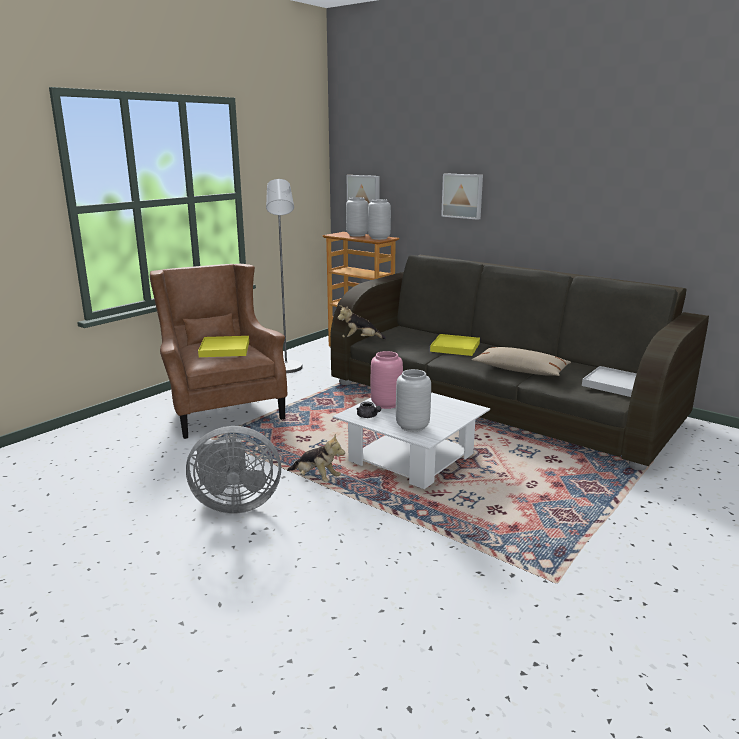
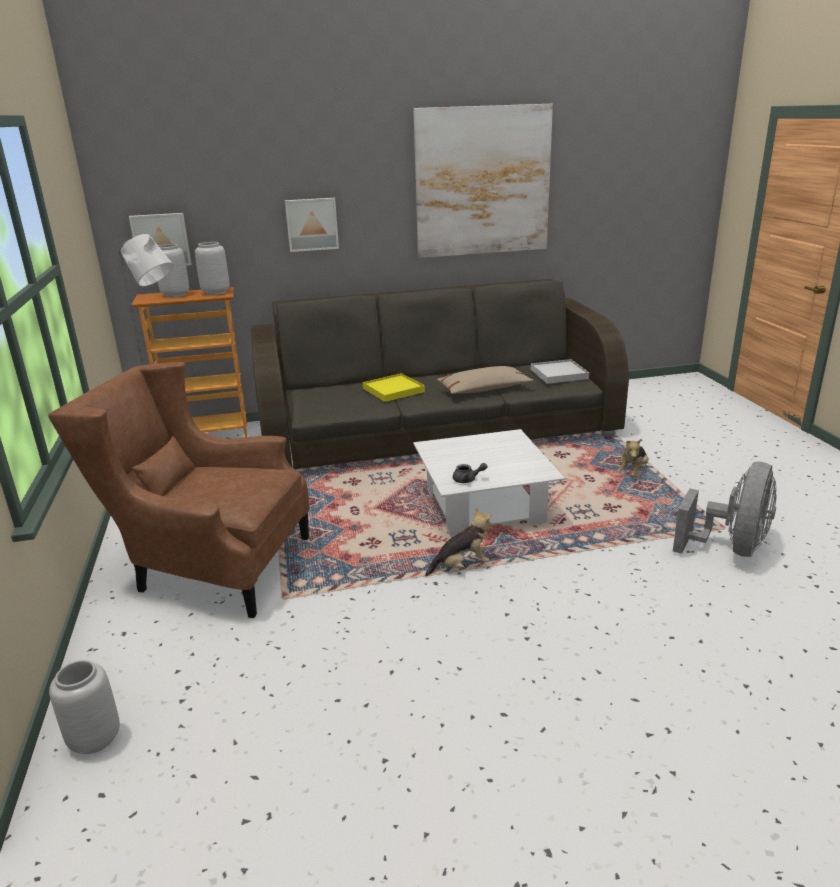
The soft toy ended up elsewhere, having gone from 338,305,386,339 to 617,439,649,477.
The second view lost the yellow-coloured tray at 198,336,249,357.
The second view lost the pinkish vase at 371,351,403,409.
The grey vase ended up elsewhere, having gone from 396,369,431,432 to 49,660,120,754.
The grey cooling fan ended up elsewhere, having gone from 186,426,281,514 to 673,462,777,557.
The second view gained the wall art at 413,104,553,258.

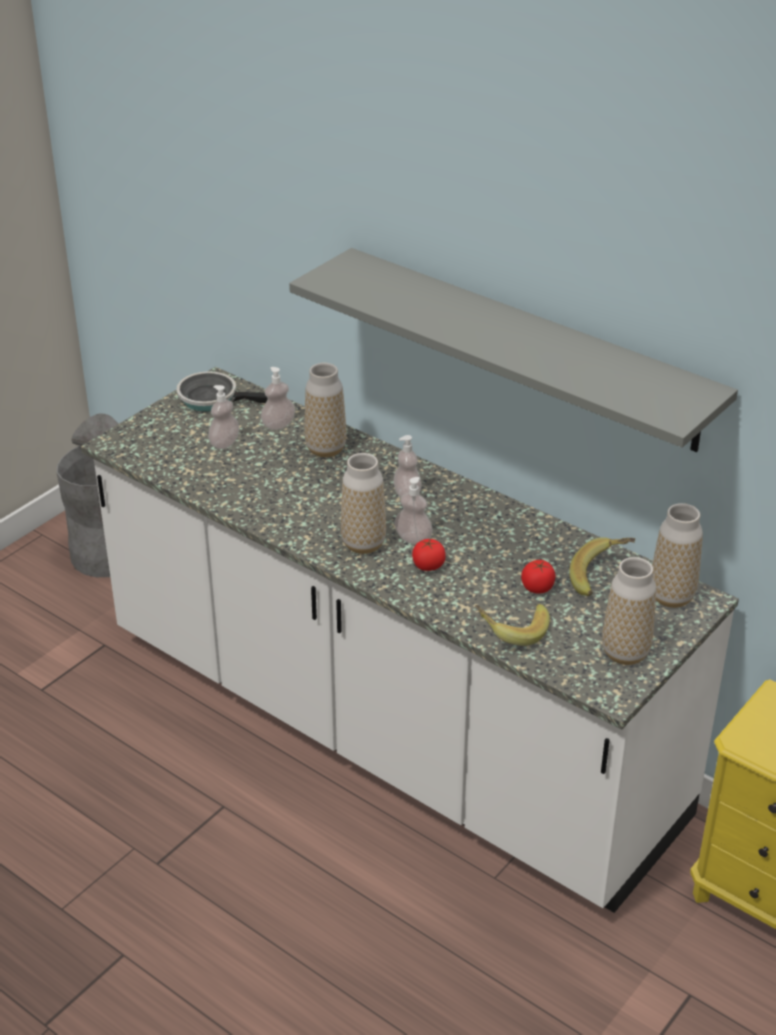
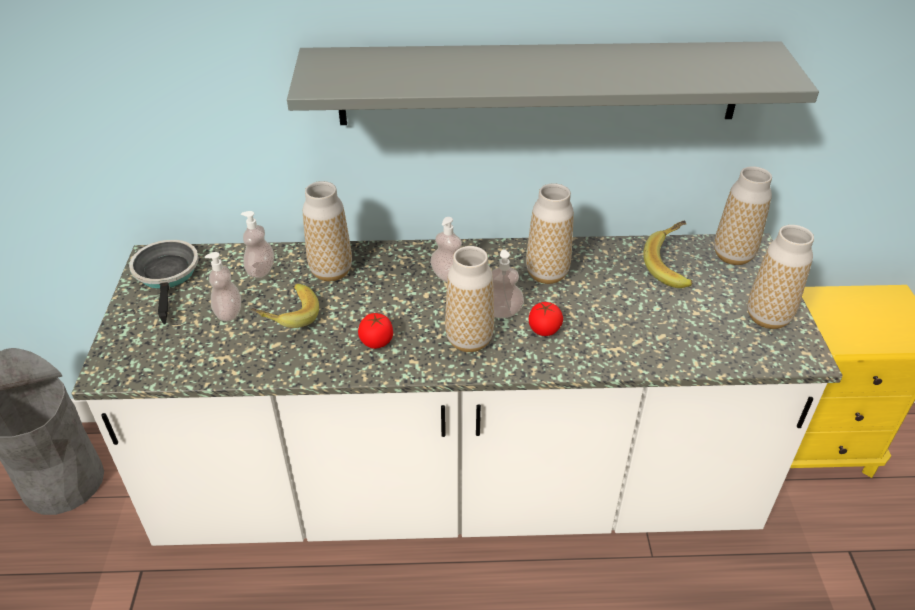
The pan at 176,371,267,411 ended up facing another way, 105 degrees clockwise from before.
The fresh tomato ended up elsewhere, having gone from 521,560,556,594 to 358,313,393,349.
The whole banana ended up elsewhere, having gone from 475,604,550,646 to 251,284,319,328.
The second view gained the vase at 526,183,574,284.

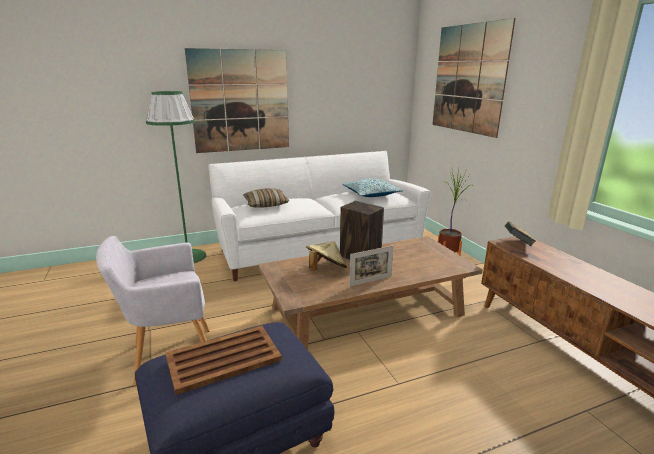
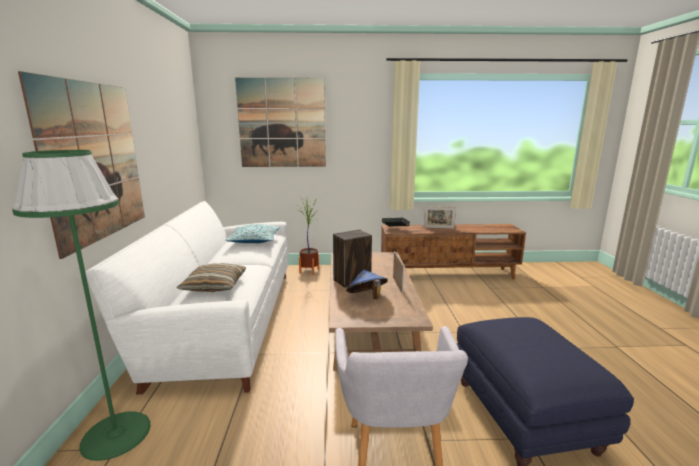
What was the beige hat at 306,242,347,271 turned into the bluish hat at 346,270,388,299.
The second view lost the brown-coloured tray at 165,325,282,395.
The second view gained the standing frame at 424,206,456,229.

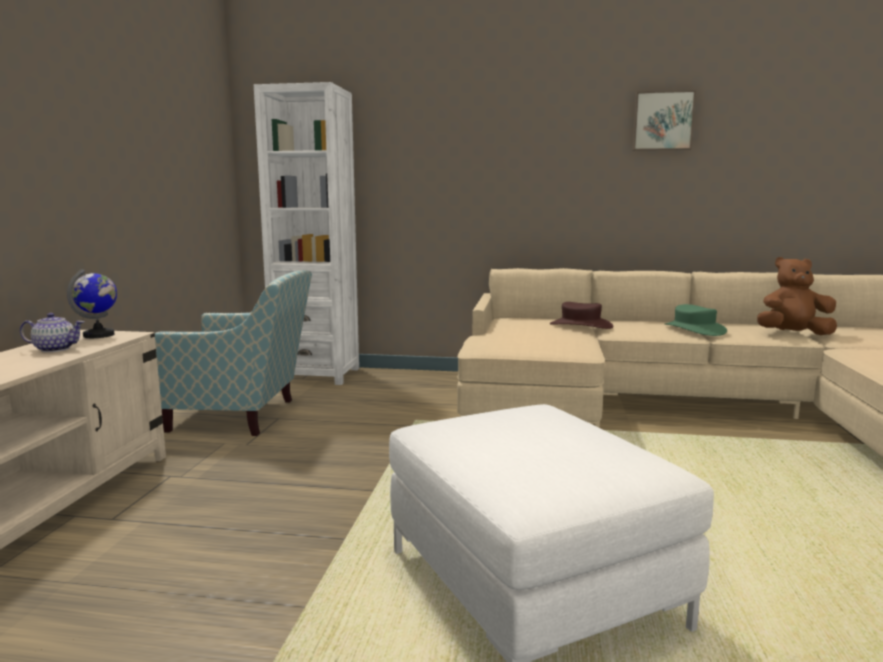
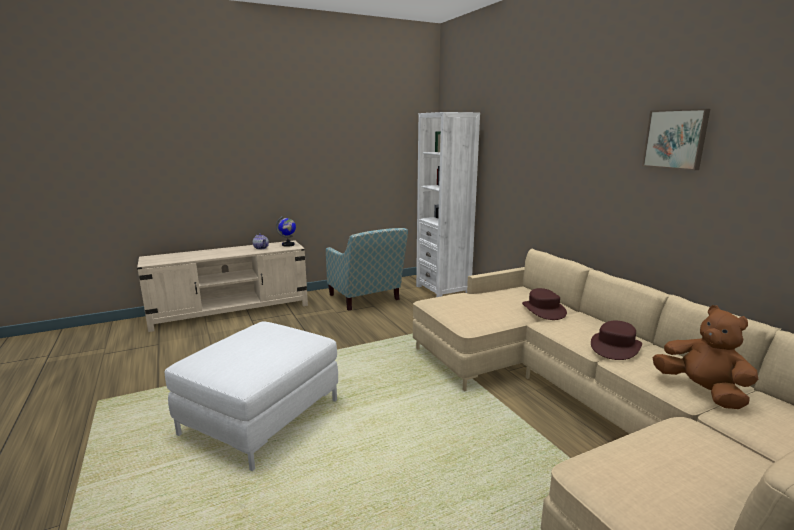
What was the green-coloured hat at 665,304,727,336 turned into the brown-coloured hat at 591,321,642,360.

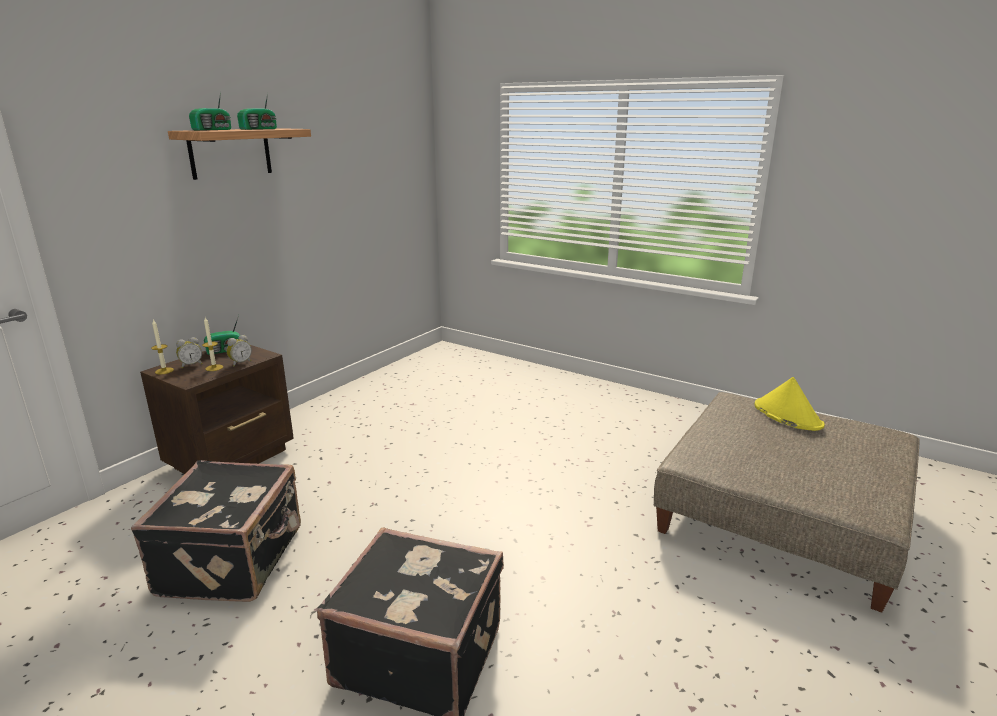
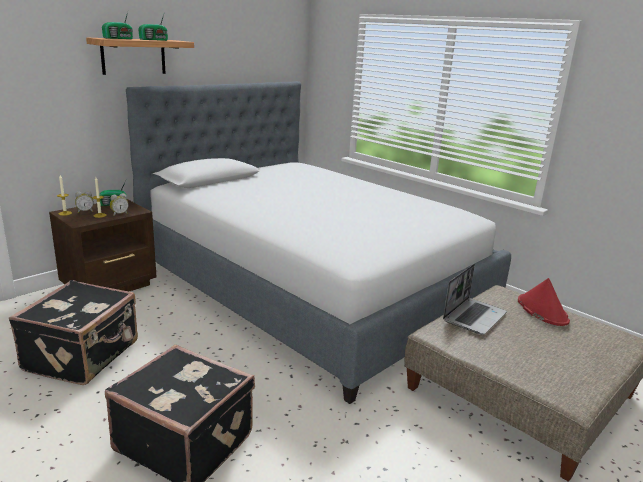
What was the yellow-coloured hat at 754,377,825,431 turned into the reddish hat at 518,278,570,326.
The second view gained the bed at 126,81,511,404.
The second view gained the notebook computer at 443,264,507,335.

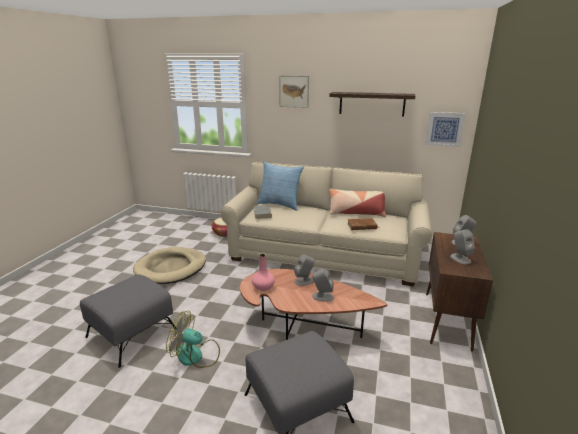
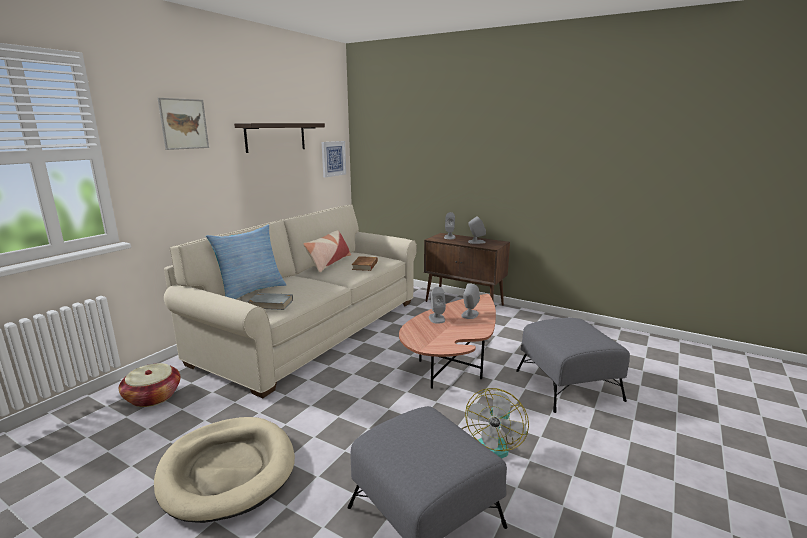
The second view lost the pinkish vase at 252,254,275,291.

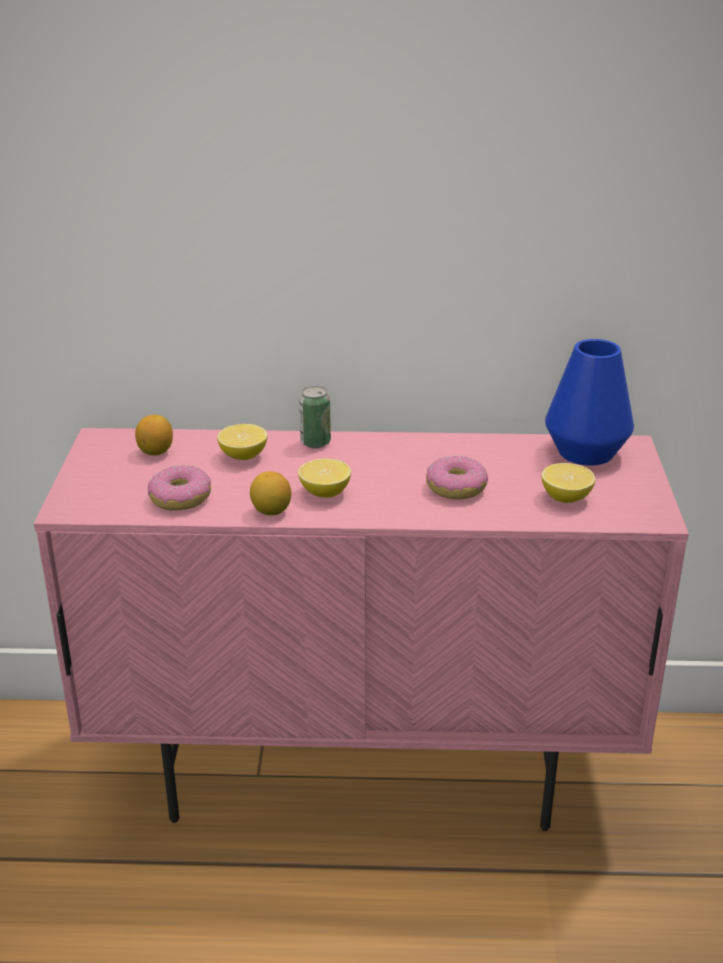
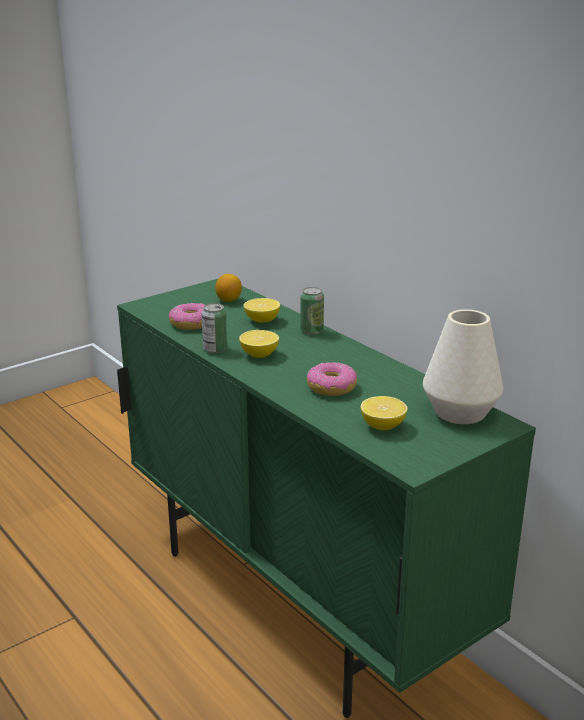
What was the bluish vase at 545,339,634,466 turned into the white-coloured vase at 423,309,503,424.
What was the pinkish cupboard at 34,428,689,831 turned into the green-coloured cupboard at 117,279,536,718.
Where the citrus fruit stood at 250,471,292,515, the metal can came to stand at 201,303,227,353.

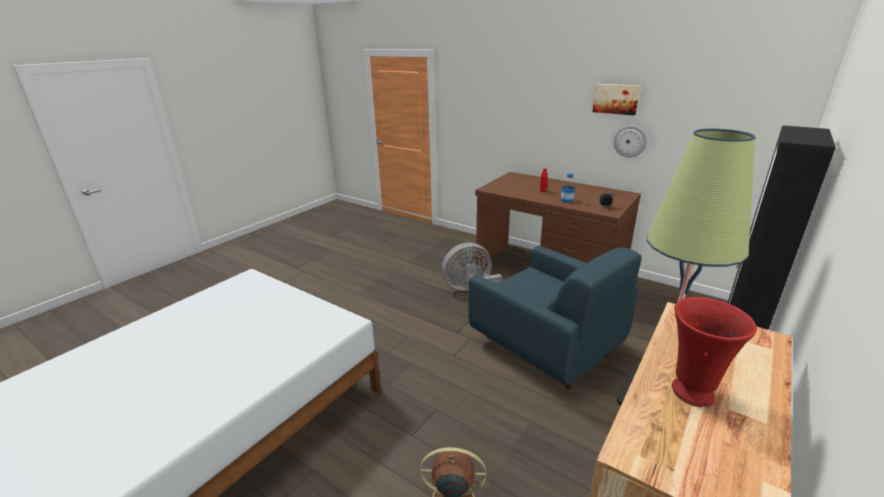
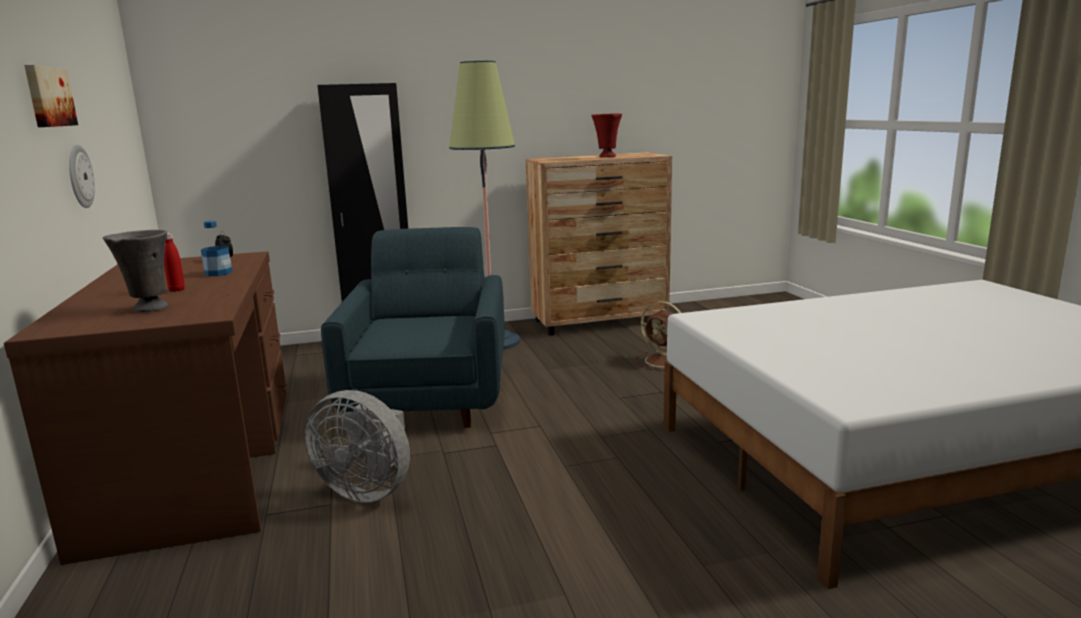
The second view gained the grey vase at 103,230,169,312.

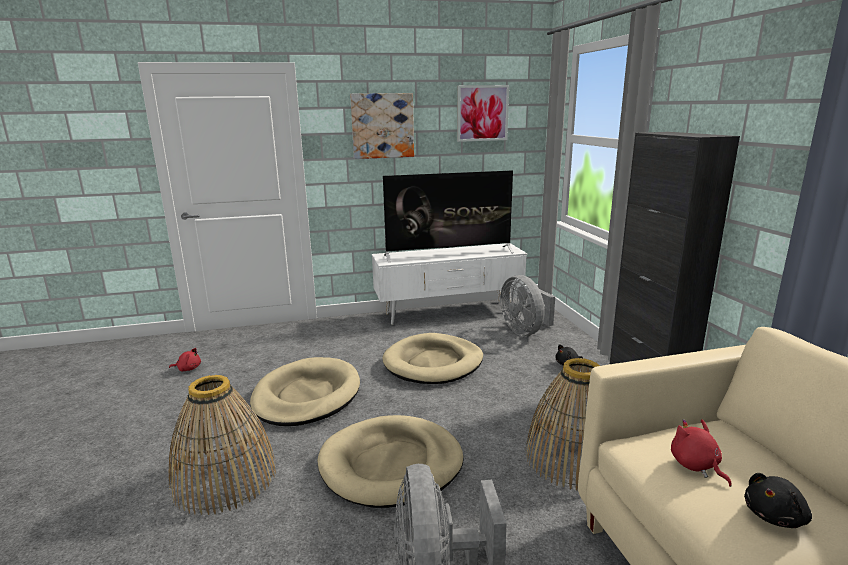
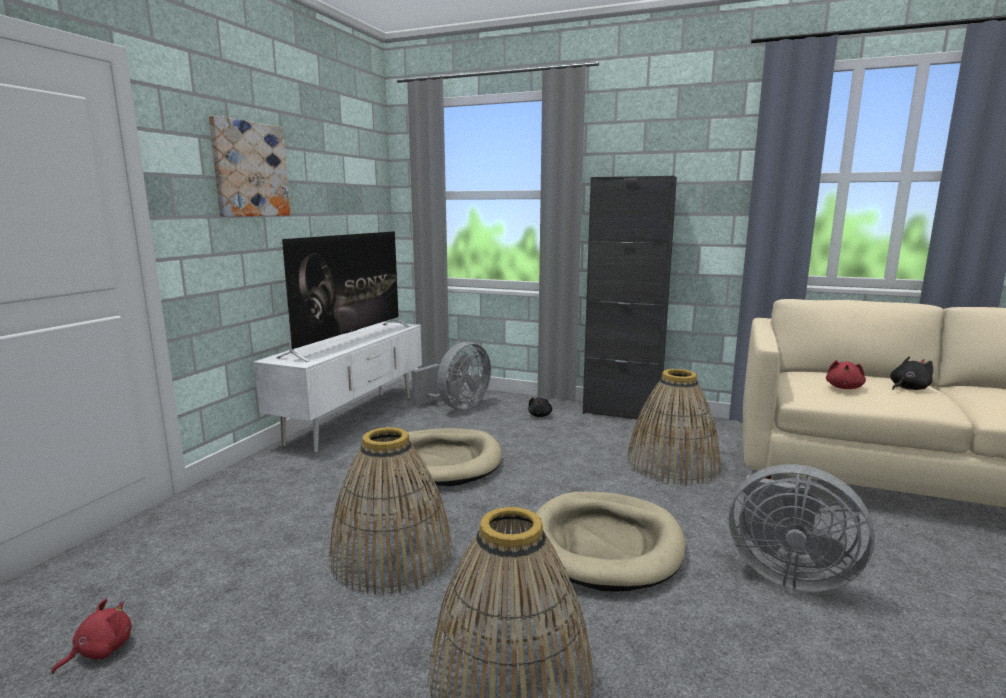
The second view lost the wall art at 457,85,509,142.
The grey cooling fan at 500,275,555,336 ended up facing another way, 60 degrees counterclockwise from before.
Where the beige dog cushion stood at 250,357,360,426, the basket came to stand at 329,427,452,595.
The reddish soft toy at 671,419,732,487 ended up facing another way, 75 degrees counterclockwise from before.
The black-coloured soft toy at 744,473,812,528 ended up facing another way, 120 degrees counterclockwise from before.

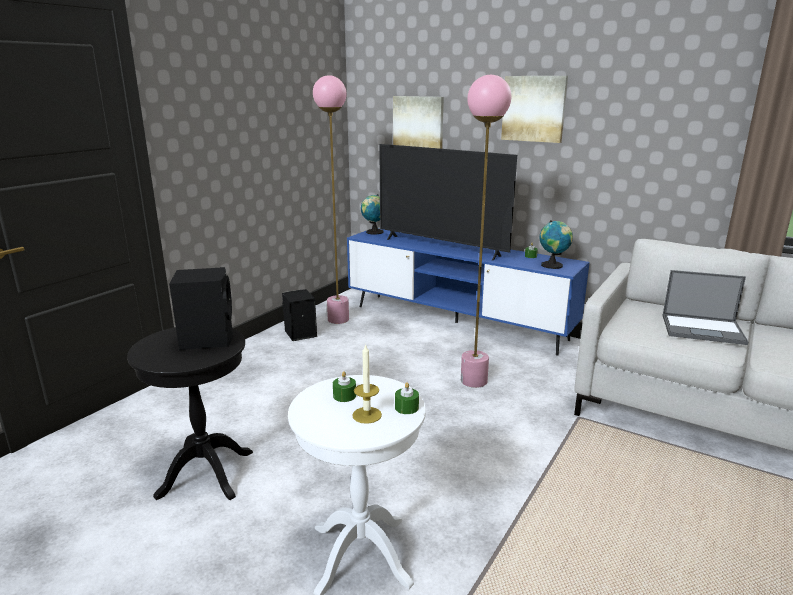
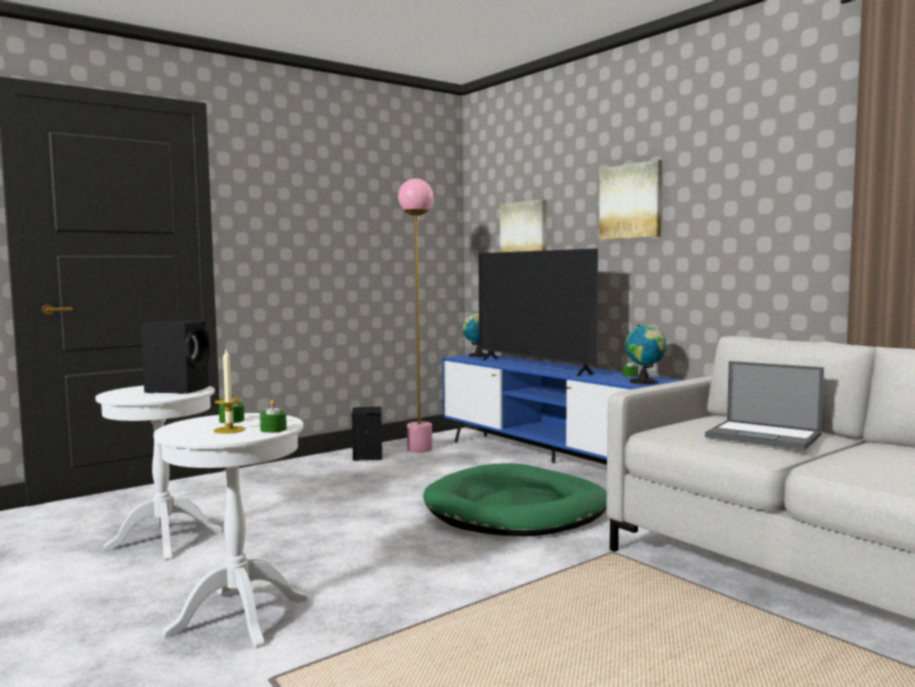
Where the pinkish floor lamp stood at 461,75,511,388, the green-coloured dog cushion came to stand at 424,463,607,536.
What was the black-coloured accent table at 127,327,253,500 turned into the white-coloured accent table at 95,386,222,560.

